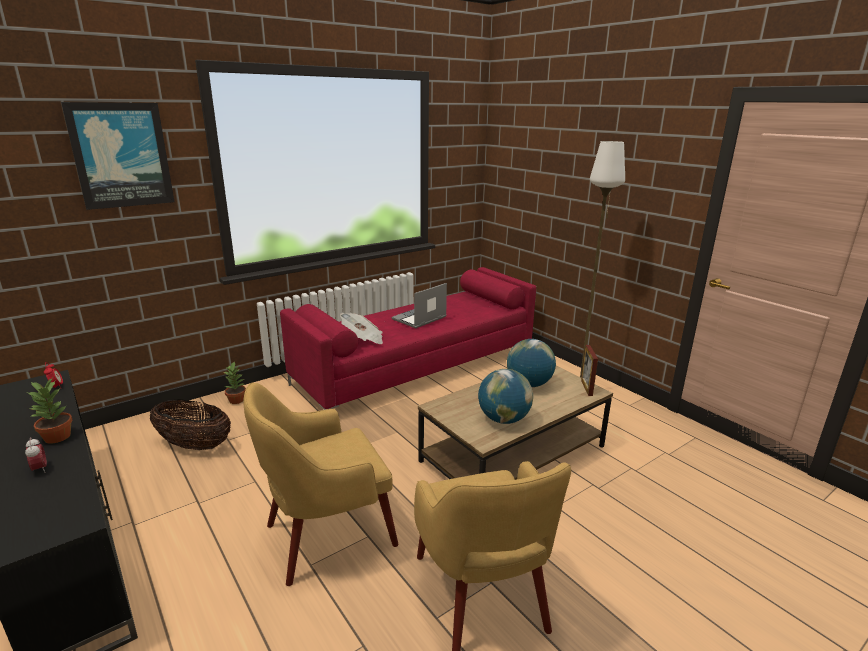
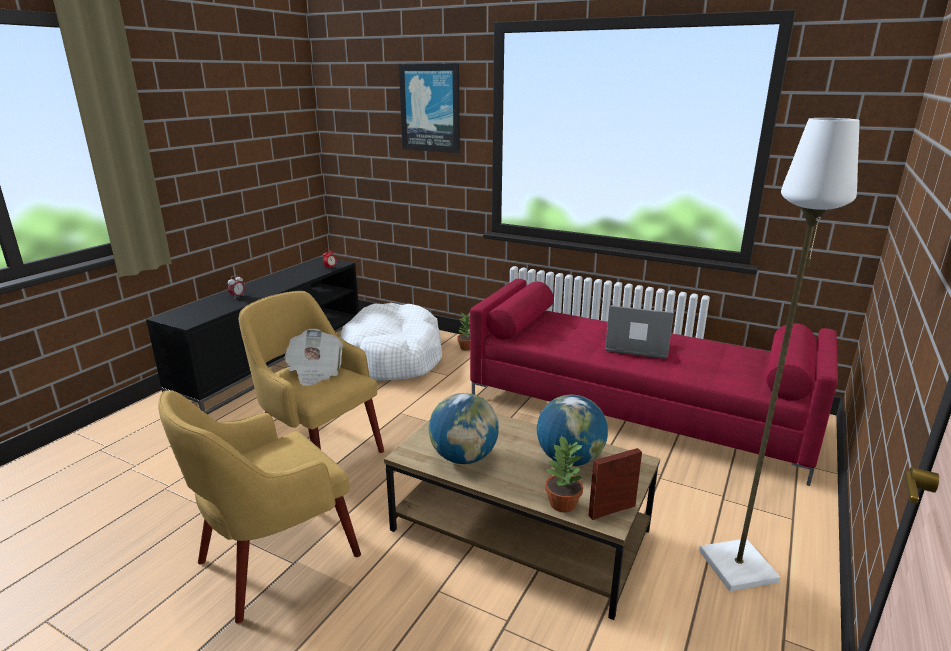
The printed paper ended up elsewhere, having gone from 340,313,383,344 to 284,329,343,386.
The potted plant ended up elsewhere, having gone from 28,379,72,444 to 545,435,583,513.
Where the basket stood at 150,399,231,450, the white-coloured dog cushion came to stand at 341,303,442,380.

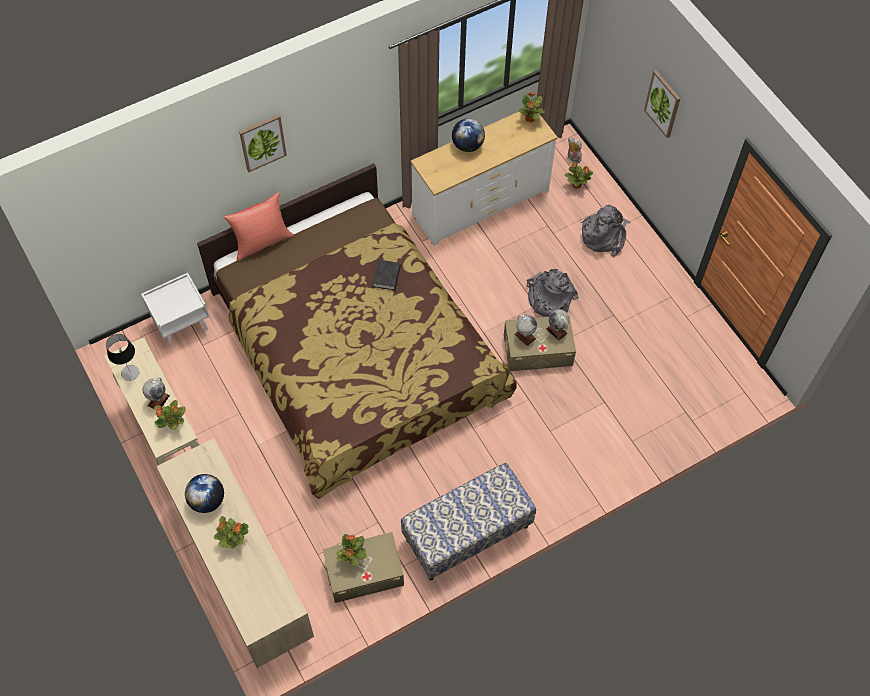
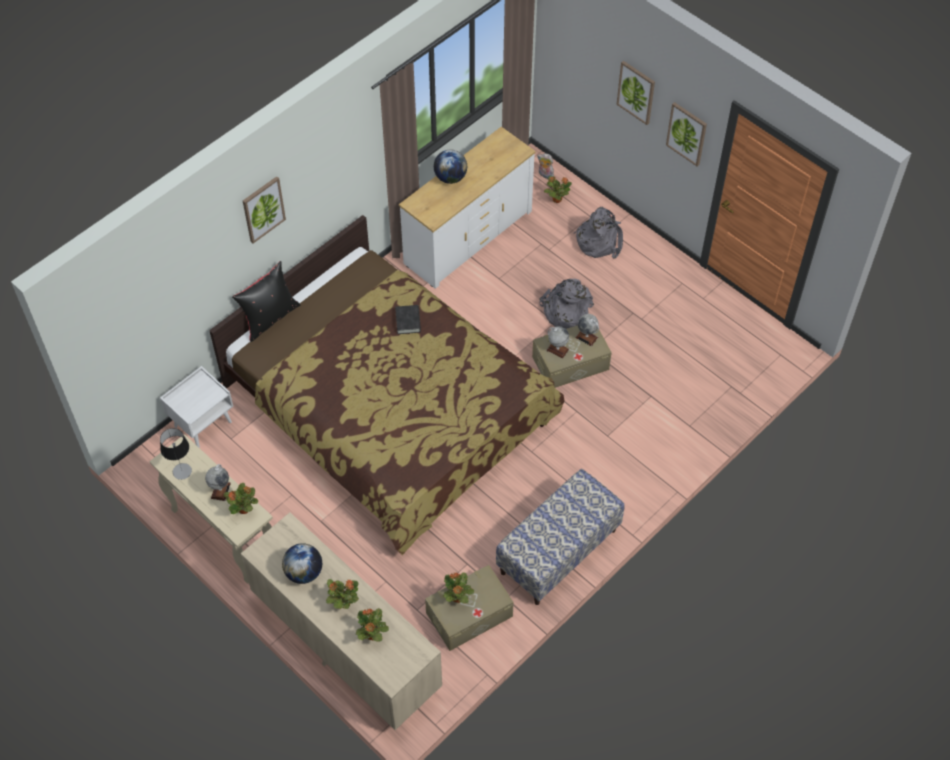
The potted plant ended up elsewhere, having gone from 518,92,545,122 to 356,608,389,642.
What was the reddish throw pillow at 224,192,294,261 turned into the black-coloured throw pillow at 232,261,301,342.
The second view gained the wall art at 666,102,707,166.

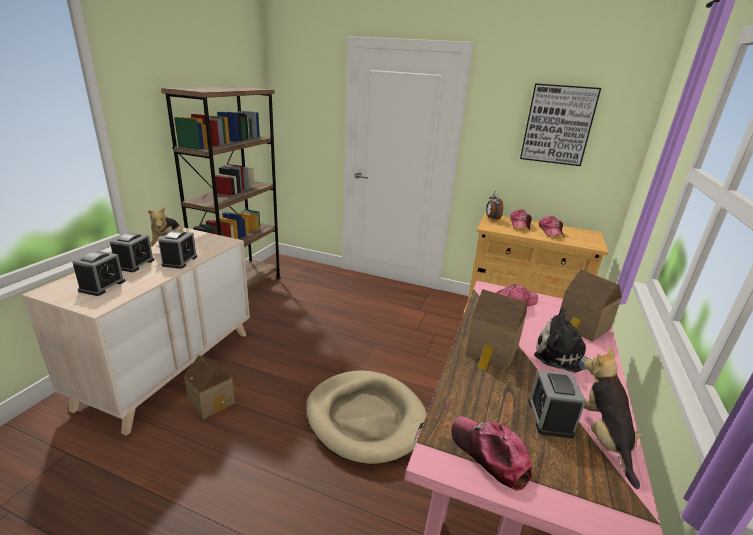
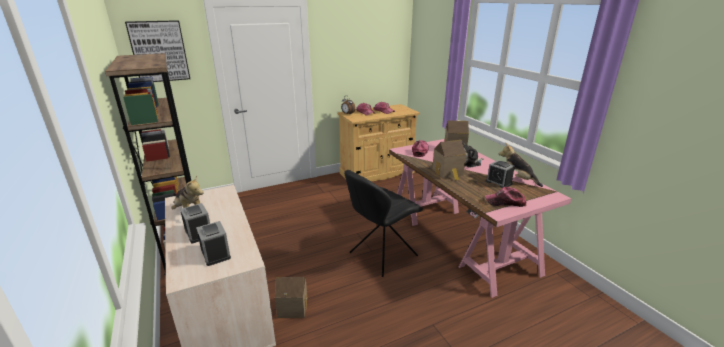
The wall art ended up elsewhere, having gone from 520,83,601,166 to 125,20,190,82.
The second view lost the alarm clock at 158,231,197,269.
Where the beige dog cushion stood at 306,370,427,465, the black-coloured upright chair came to stand at 344,170,423,277.

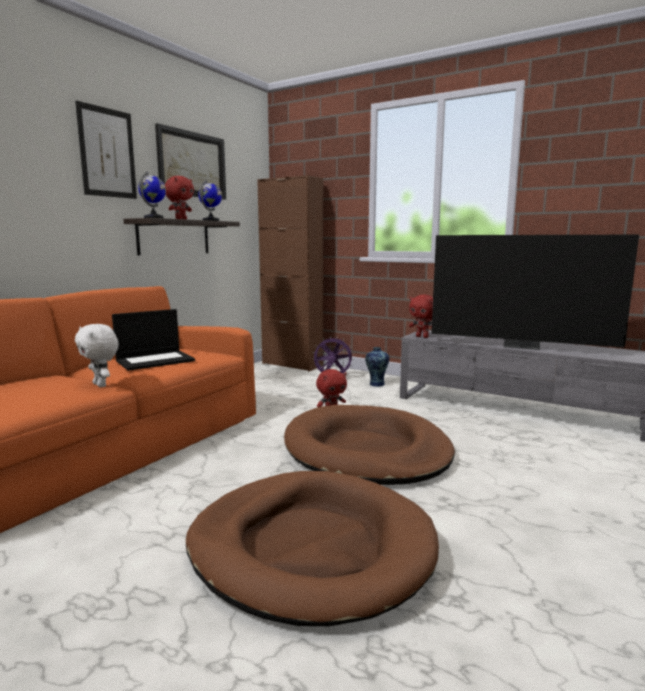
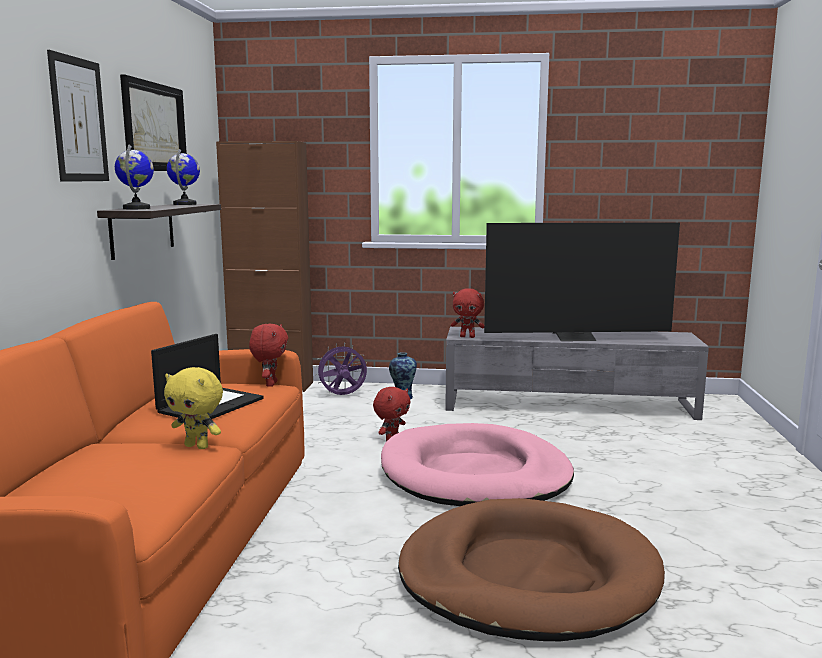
The reddish soft toy ended up elsewhere, having gone from 165,176,194,219 to 249,324,288,386.
What was the white-coloured soft toy at 75,324,118,387 turned into the yellow-coloured soft toy at 164,367,223,449.
What was the brown-coloured dog cushion at 284,405,455,485 turned into the pinkish dog cushion at 381,423,574,506.

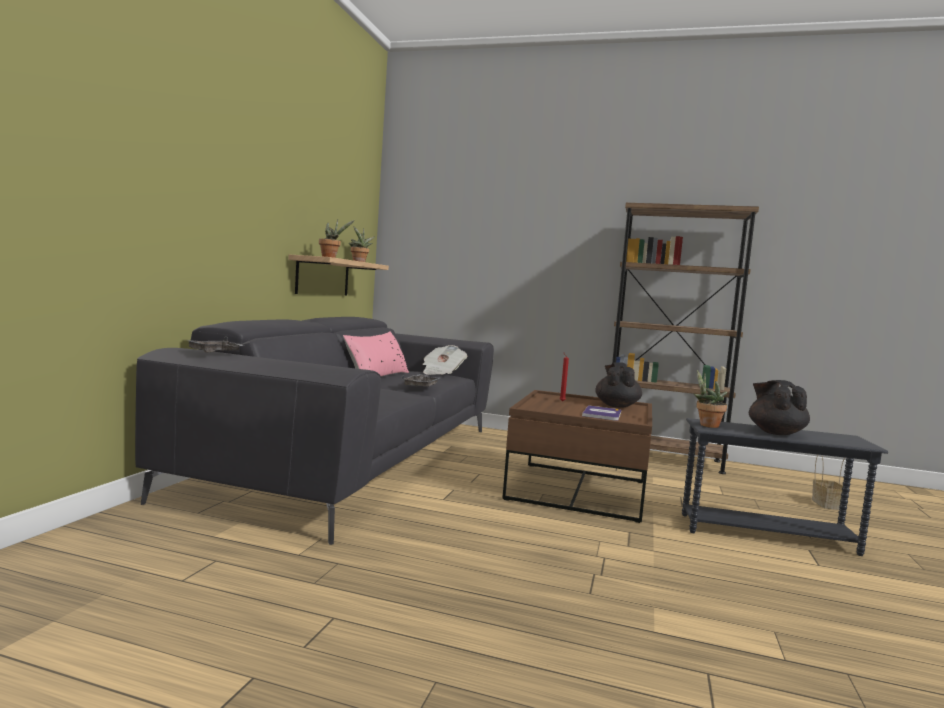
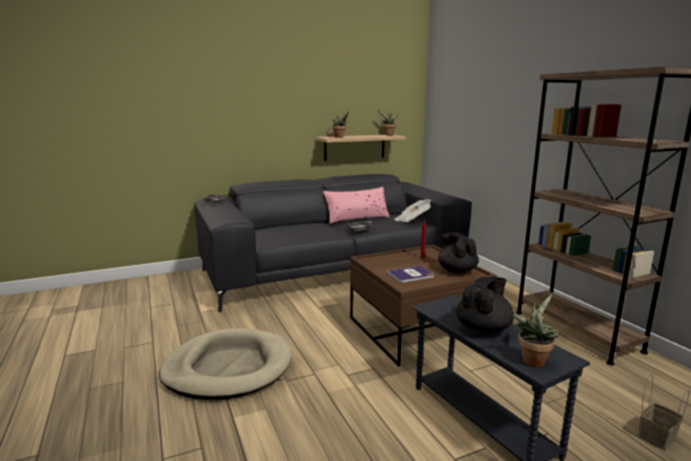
The black-coloured pot for tea at 595,362,642,408 ended up facing another way, 75 degrees counterclockwise from before.
The potted plant ended up elsewhere, having gone from 694,370,728,428 to 512,294,559,367.
The second view gained the beige dog cushion at 159,328,292,400.

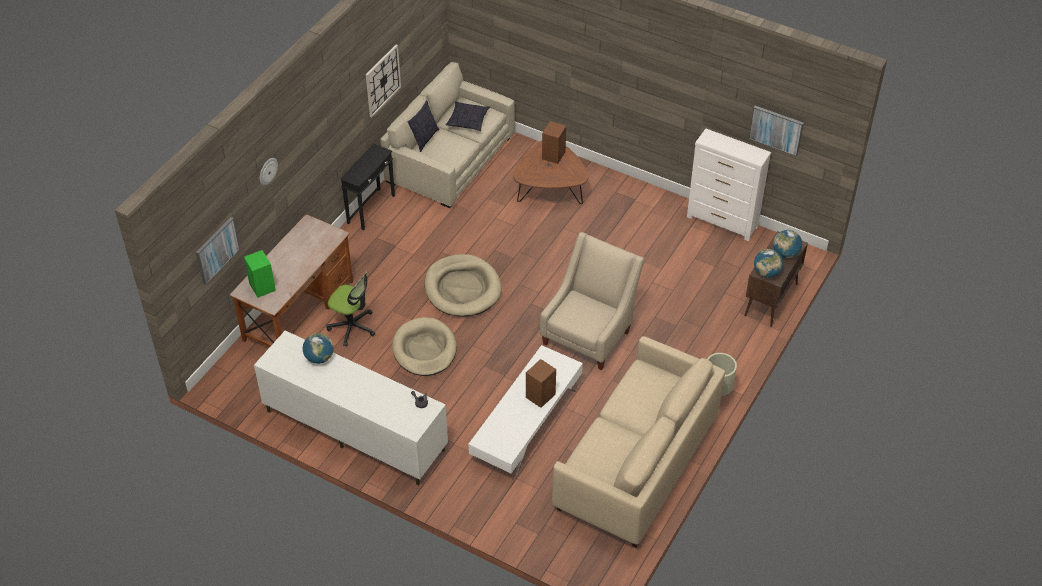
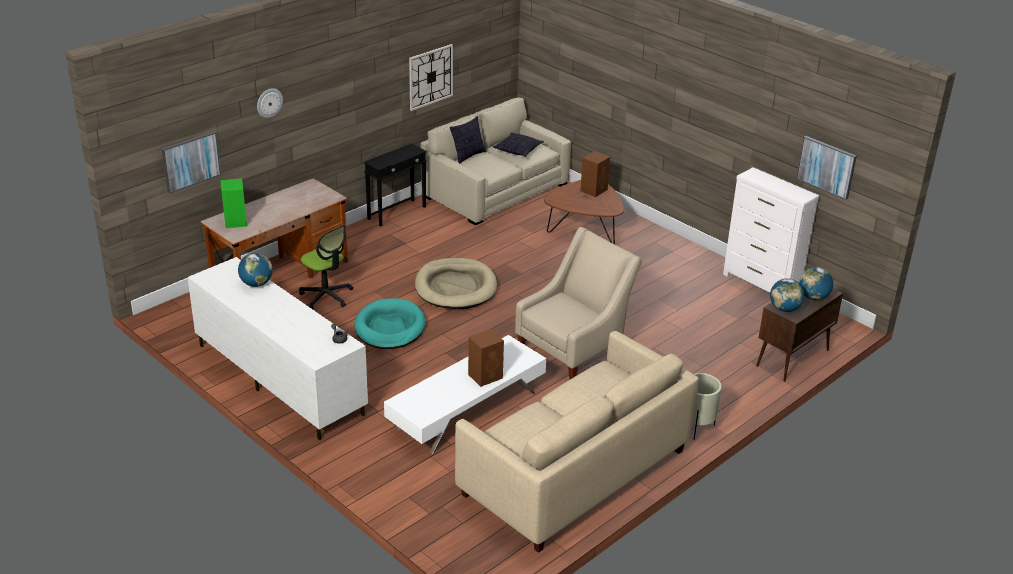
What was the beige dog cushion at 392,317,457,376 turned into the turquoise-coloured dog cushion at 355,298,426,349.

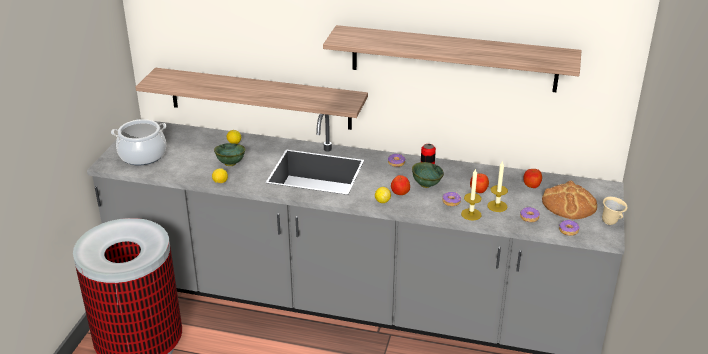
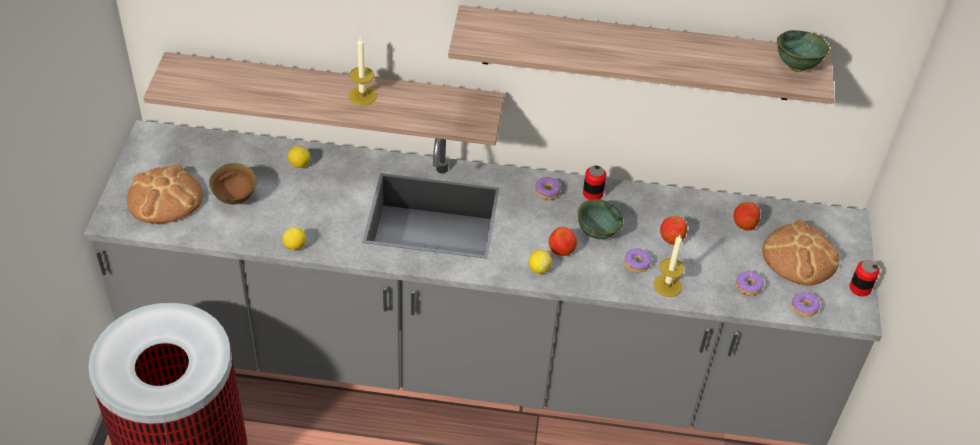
Where the stockpot stood at 111,119,166,165, the baked bread came to stand at 127,165,203,224.
The green-coloured bowl ended up elsewhere, having gone from 214,143,246,166 to 777,30,829,72.
The candle ended up elsewhere, having gone from 487,160,508,212 to 349,36,377,105.
Where the beige mug stood at 602,197,628,225, the metal can came to stand at 850,260,879,296.
The second view gained the brown-coloured bowl at 209,163,257,205.

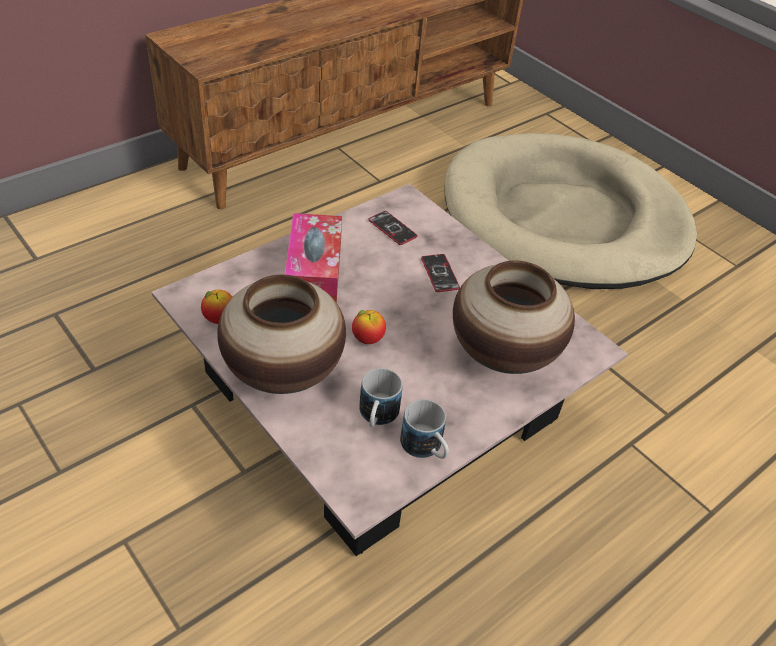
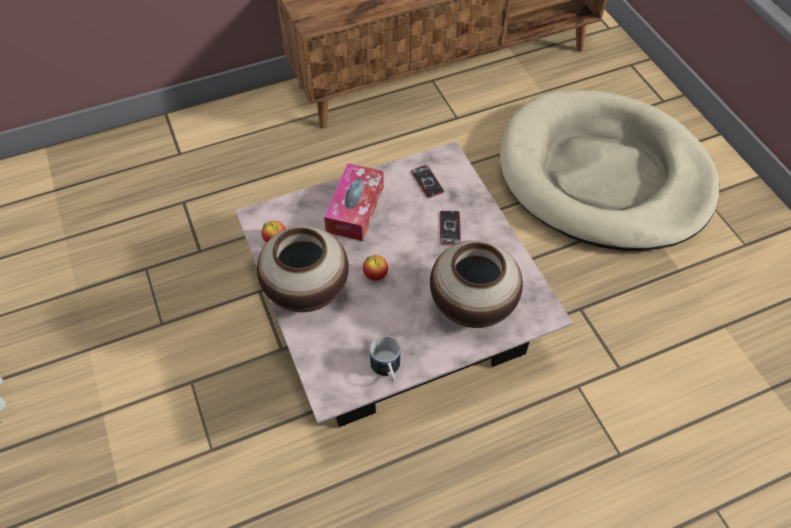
The second view lost the mug at 359,368,402,427.

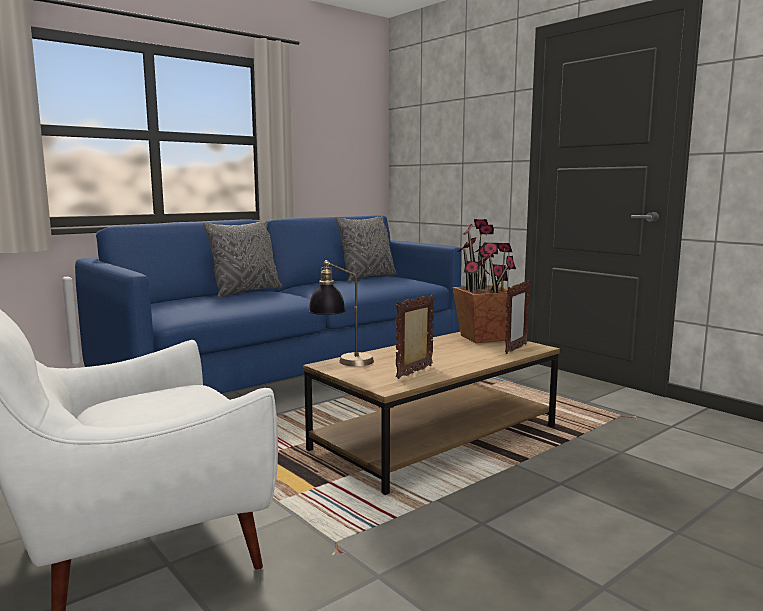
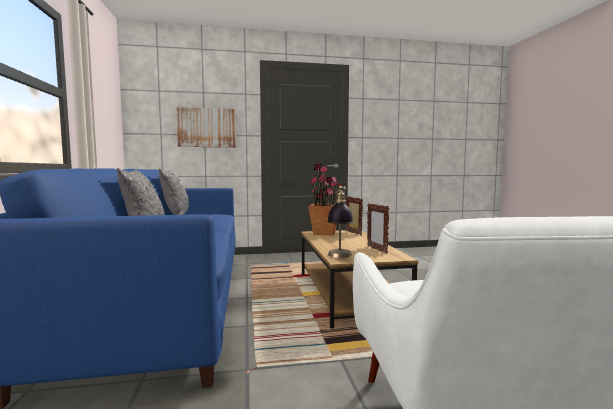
The second view gained the wall art at 176,107,237,148.

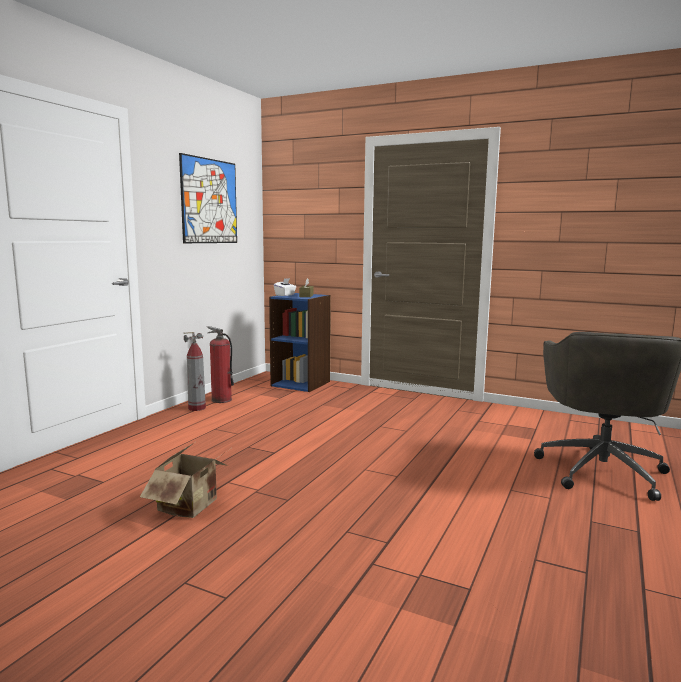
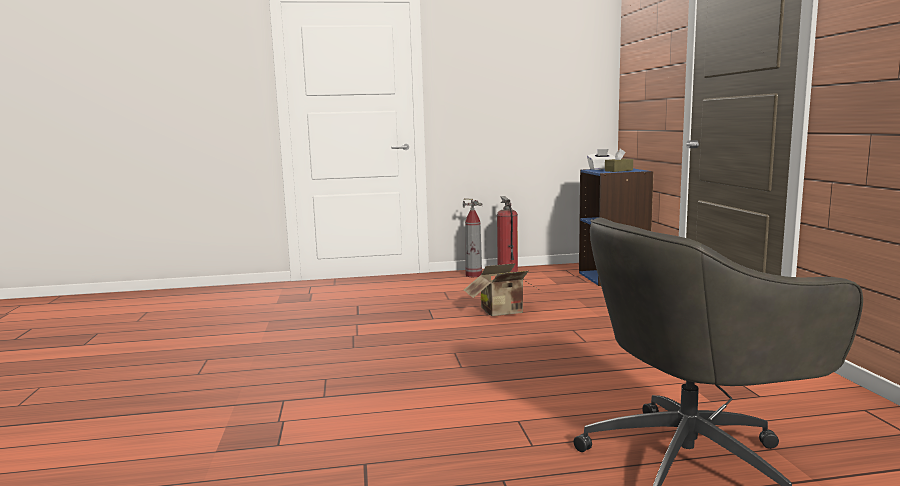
The second view lost the wall art at 179,153,237,243.
The cardboard box ended up elsewhere, having gone from 140,442,230,518 to 464,263,538,316.

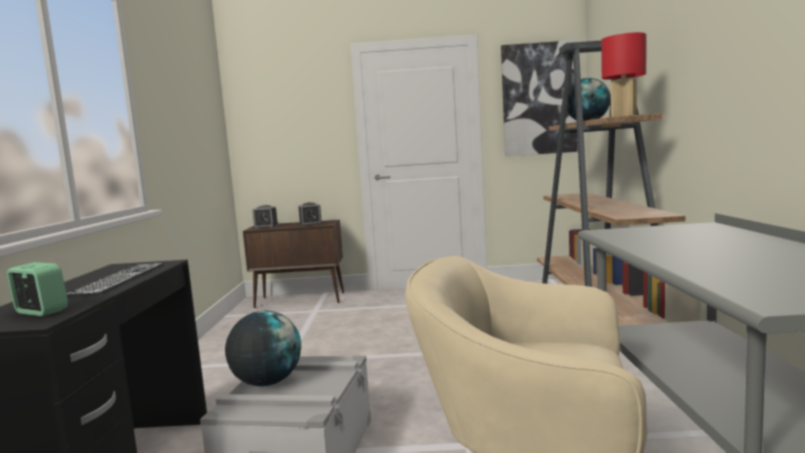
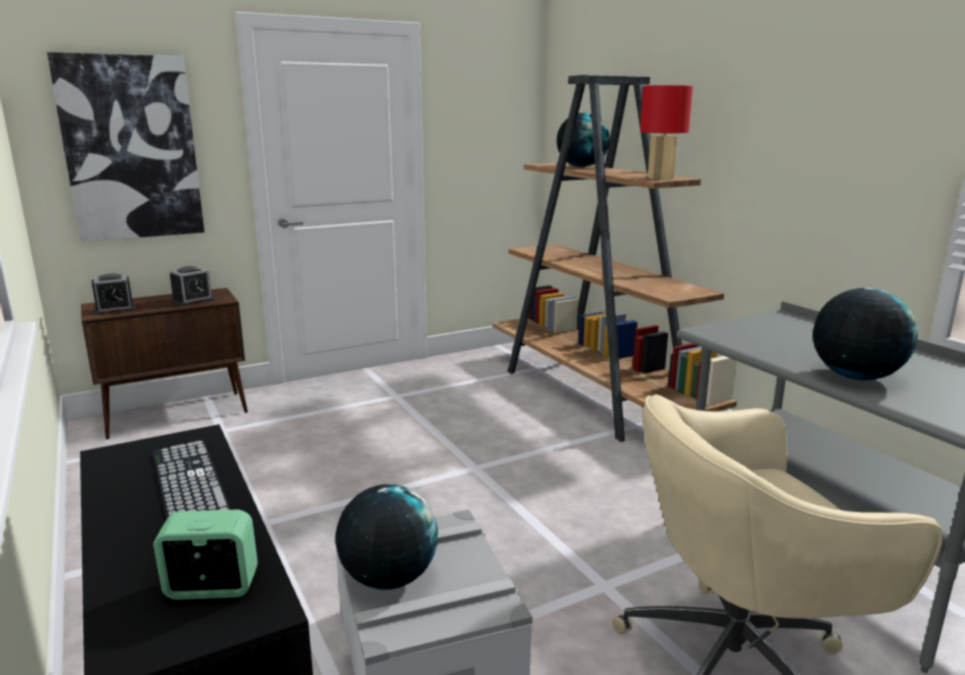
The wall art ended up elsewhere, having gone from 501,40,578,156 to 47,52,204,242.
The second view gained the desk globe at 813,288,918,380.

